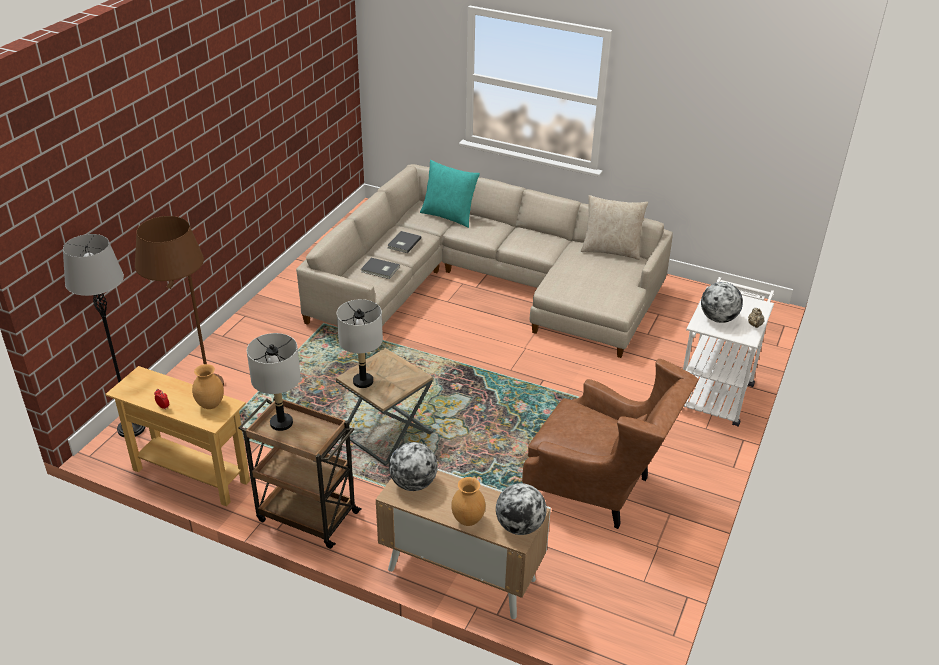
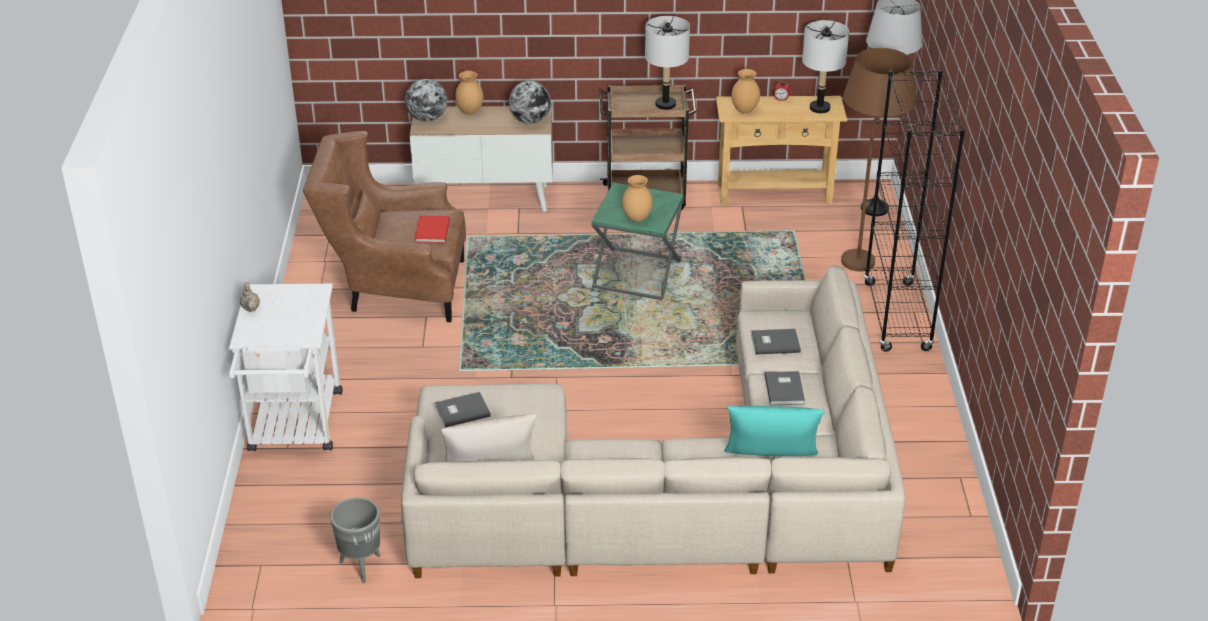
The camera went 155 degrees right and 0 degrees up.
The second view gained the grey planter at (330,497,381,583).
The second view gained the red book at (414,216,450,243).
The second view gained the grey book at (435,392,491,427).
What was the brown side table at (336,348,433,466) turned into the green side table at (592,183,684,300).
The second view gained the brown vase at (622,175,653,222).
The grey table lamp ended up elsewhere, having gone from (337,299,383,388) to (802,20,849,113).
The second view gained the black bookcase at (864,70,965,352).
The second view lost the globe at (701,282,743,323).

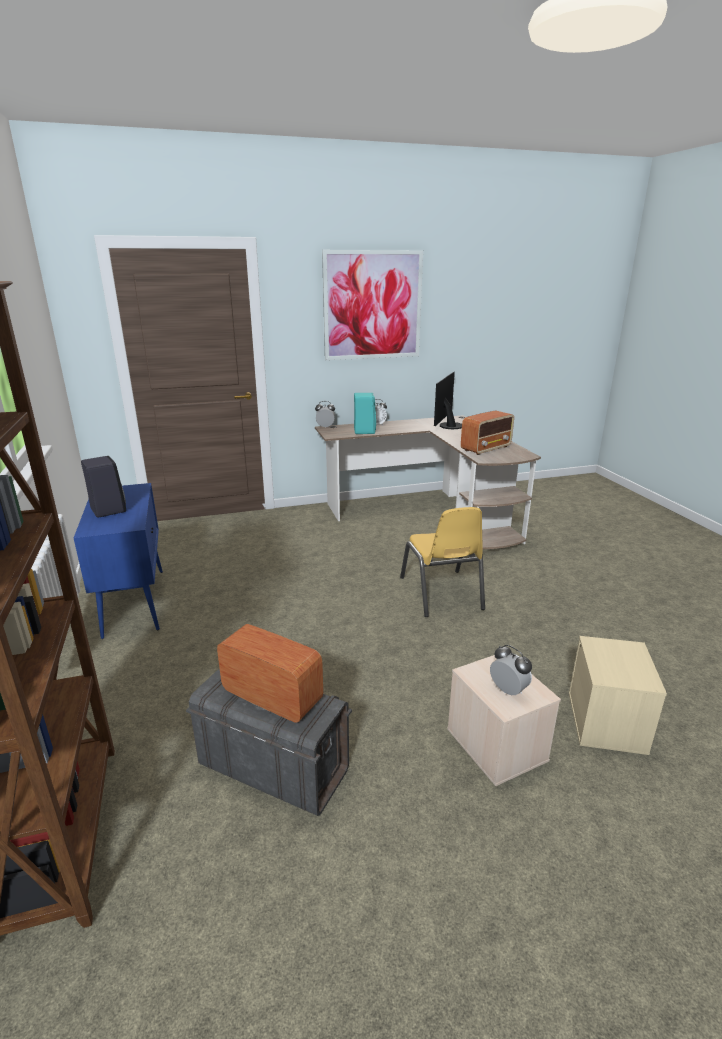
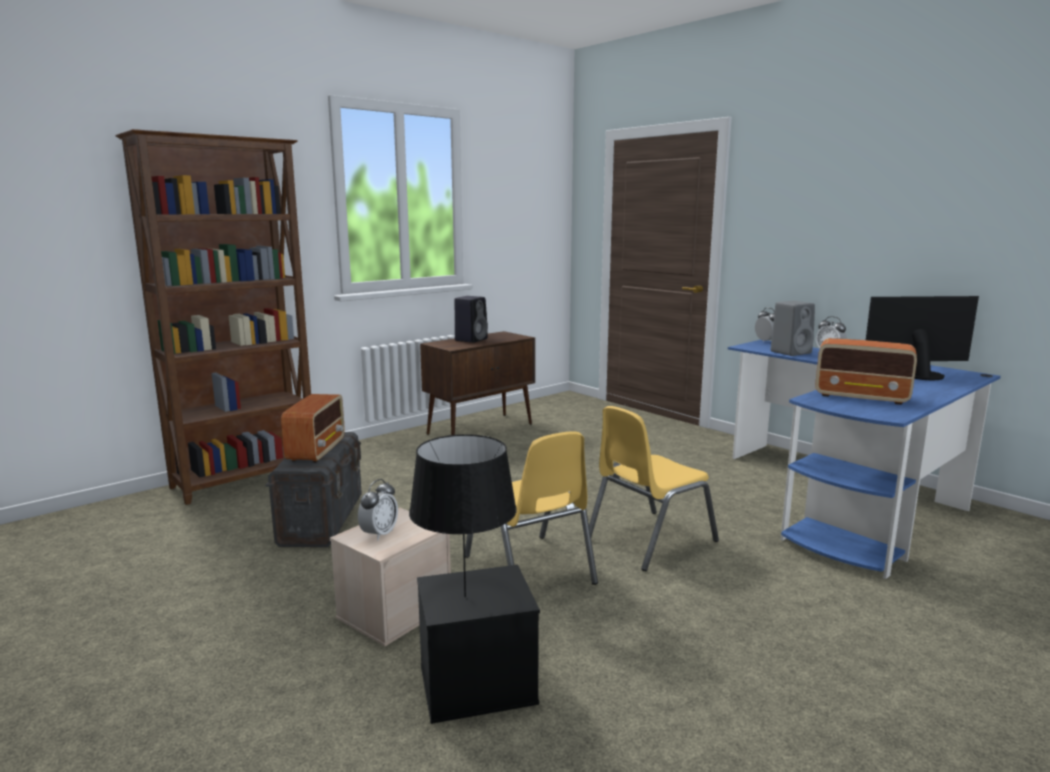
The camera went 65 degrees right and 10 degrees down.
The second view gained the black table lamp at (409,434,517,597).
What was the beige storage box at (569,636,667,755) turned into the black storage box at (417,565,540,724).
What was the blue cabinet at (74,483,163,639) turned into the brown cabinet at (420,331,535,435).
The second view gained the yellow chair at (465,431,598,585).
What was the brown desk at (315,415,541,549) turned into the blue desk at (728,340,1001,579).
What was the turquoise speaker at (354,393,376,434) turned into the grey speaker at (771,301,815,356).
The second view lost the picture at (322,250,423,360).

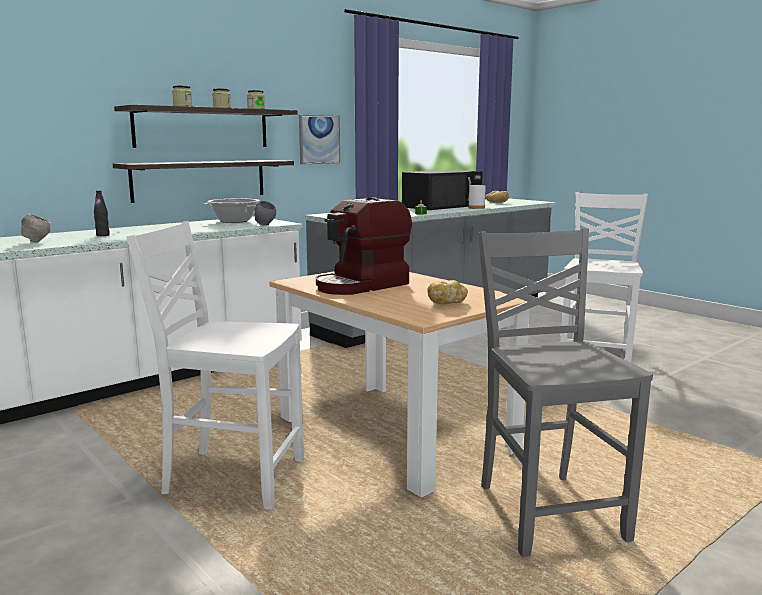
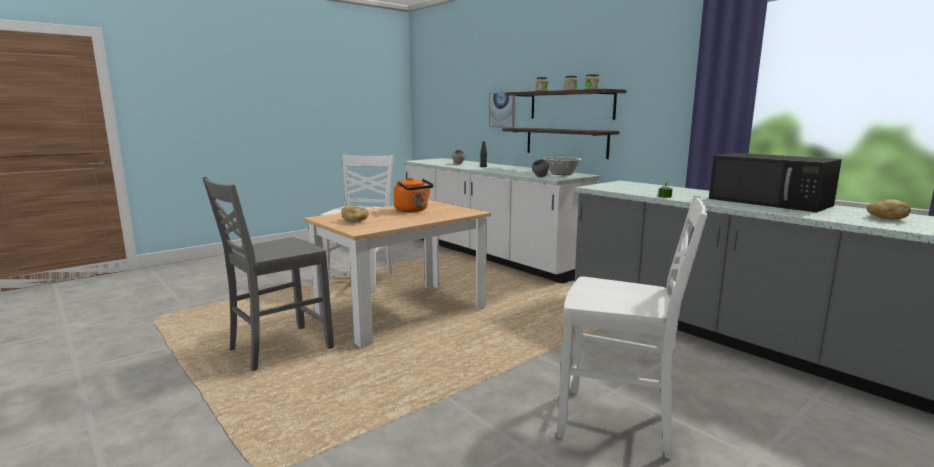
The camera went 90 degrees right and 0 degrees up.
The grey chair at (478,228,653,557) ended up facing another way, 150 degrees clockwise from before.
Where the coffee machine stood at (316,197,412,295), the orange kettle came to stand at (394,178,434,212).
The picture ended up elsewhere, having gone from (299,115,340,164) to (489,92,515,128).
The second view lost the white bottle at (468,176,486,209).

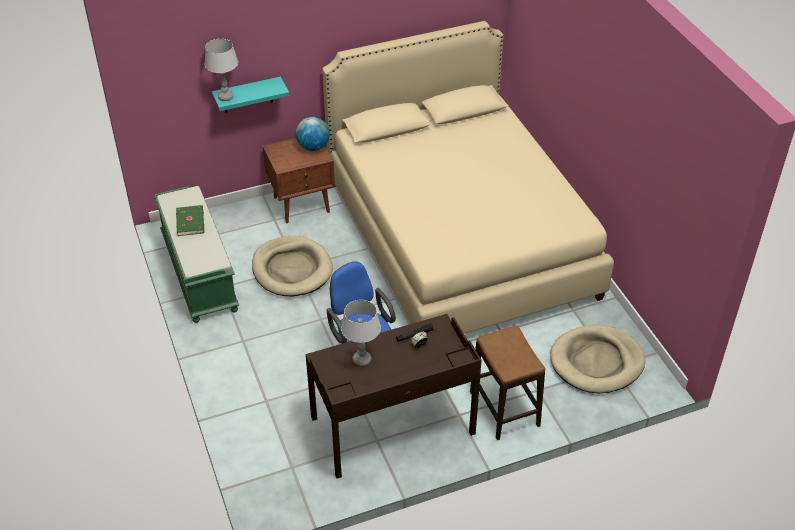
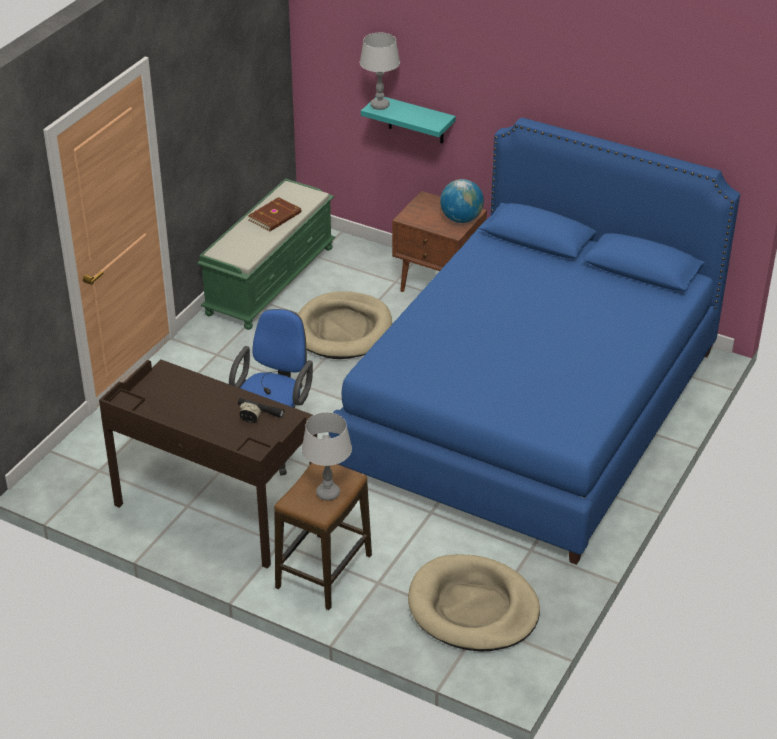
The camera went 50 degrees right and 5 degrees down.
What was the green book at (176,205,204,236) turned into the brown book at (248,197,302,231).
The grey table lamp ended up elsewhere, having gone from (341,300,381,366) to (302,412,352,501).
What was the beige bed at (322,21,614,334) turned into the blue bed at (329,118,740,565).

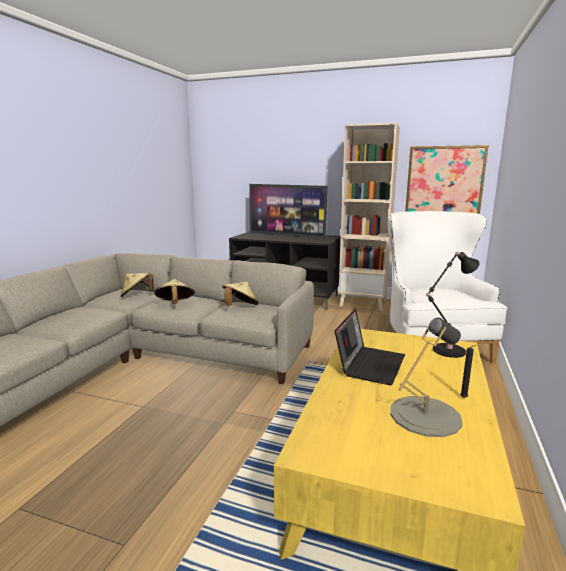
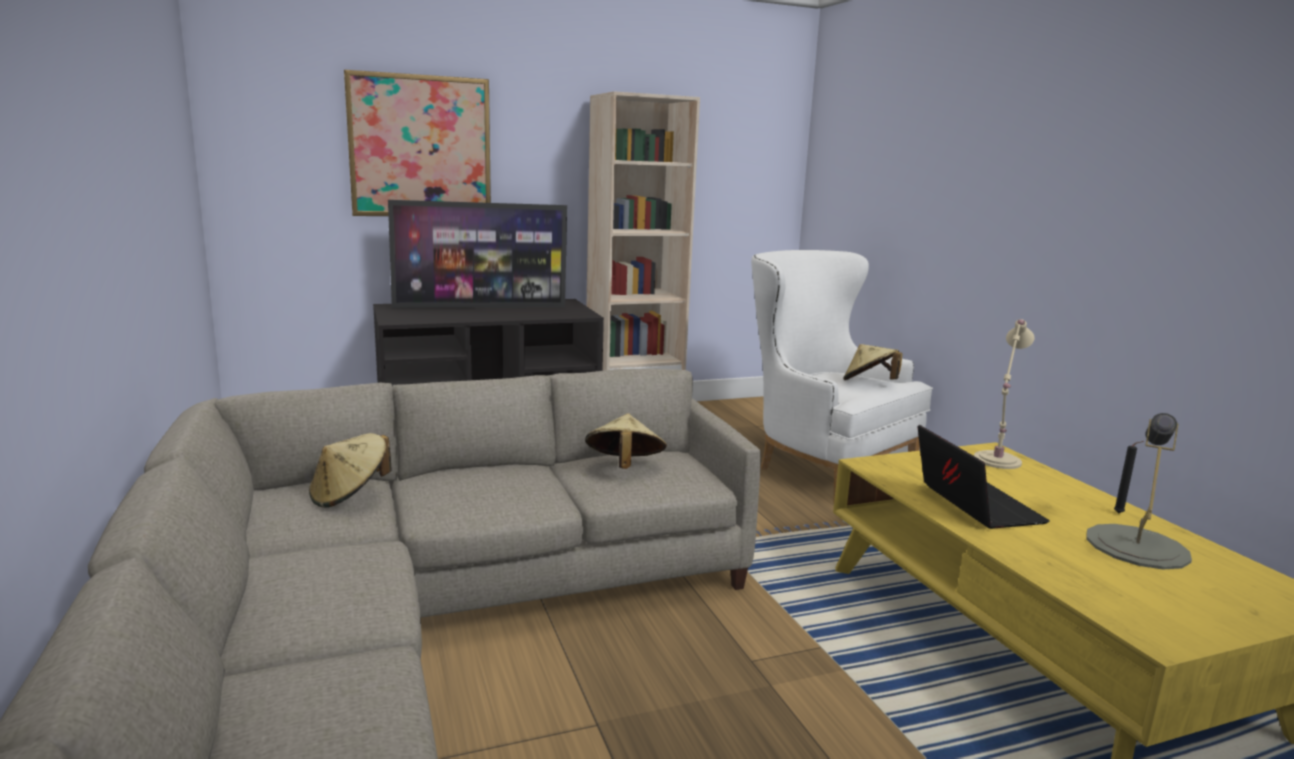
The camera went 40 degrees left and 0 degrees up.
The picture ended up elsewhere, having gone from (405,145,488,214) to (344,69,491,216).
The beige hat ended up elsewhere, having gone from (154,279,195,304) to (843,344,902,380).
What was the black table lamp at (426,252,479,358) turned into the beige table lamp at (974,319,1035,469).

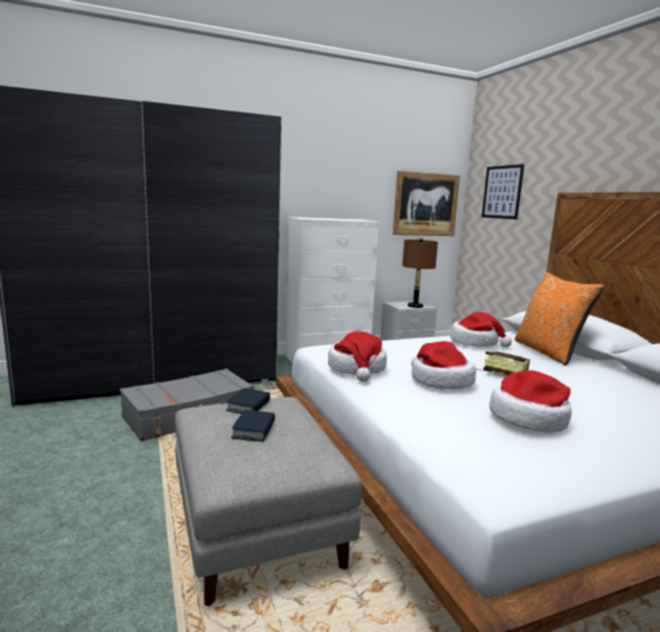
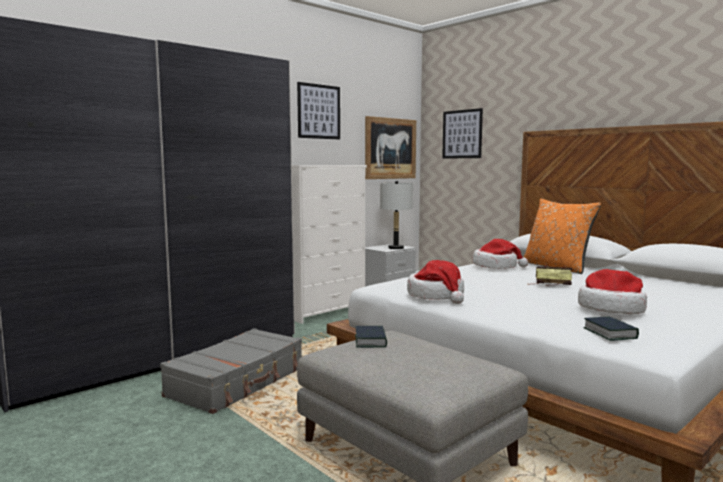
The camera went 20 degrees left and 5 degrees down.
The second view gained the picture at (297,82,340,139).
What was the brown table lamp at (402,238,438,308) turned into the grey table lamp at (380,181,413,249).
The book ended up elsewhere, having gone from (231,410,275,442) to (583,316,639,341).
The second view lost the hat at (411,341,476,389).

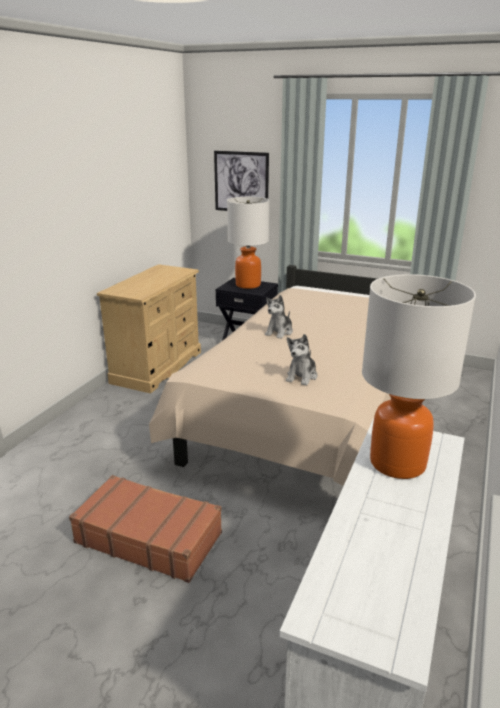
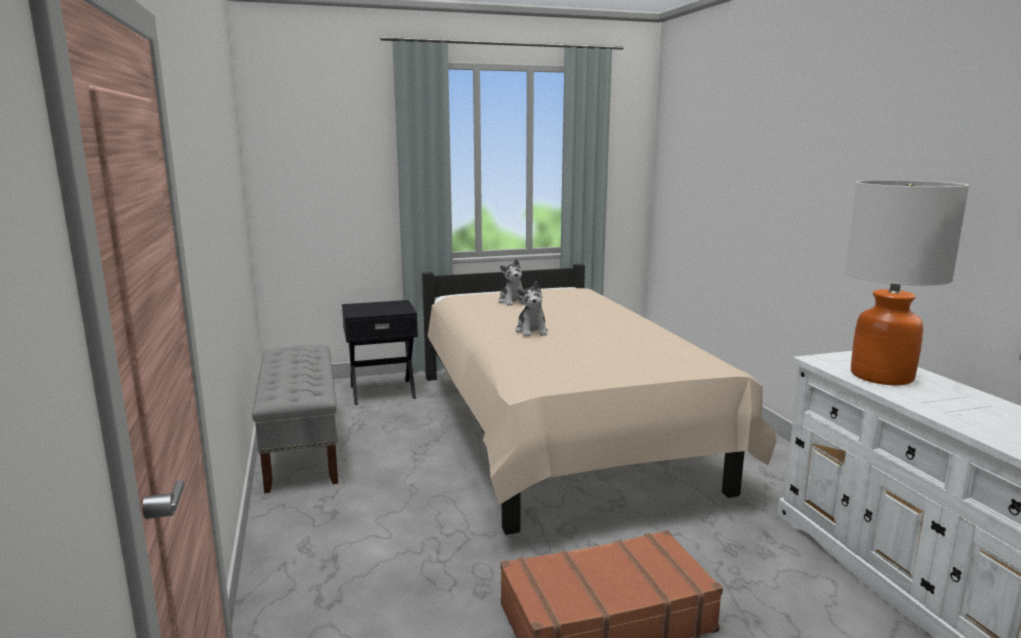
The camera went 40 degrees left and 10 degrees down.
Where the beige dresser stood at (97,264,201,393), the grey bench came to stand at (252,345,338,494).
The plush toy ended up elsewhere, having gone from (286,334,317,386) to (499,259,524,306).
The second view lost the picture at (214,151,269,211).
The second view lost the table lamp at (227,197,269,289).

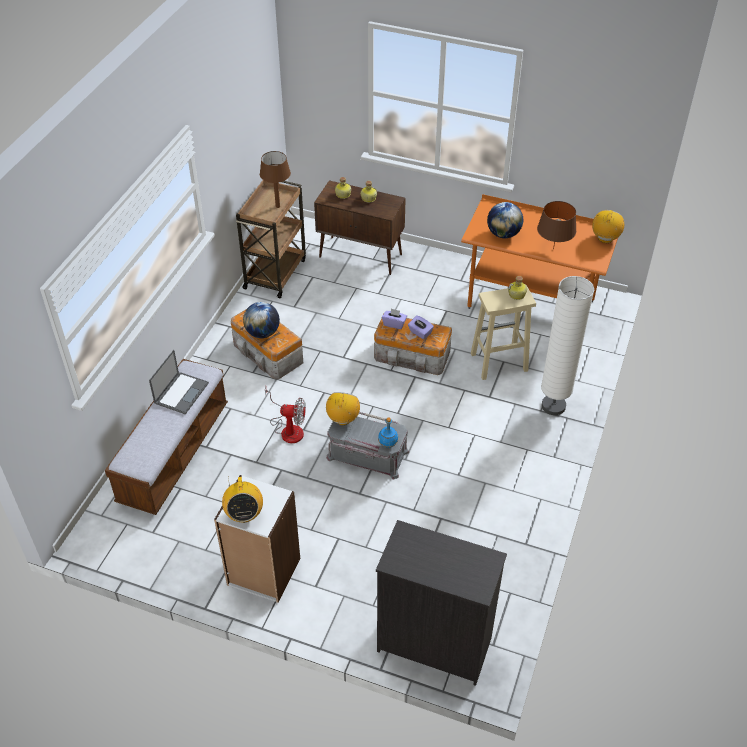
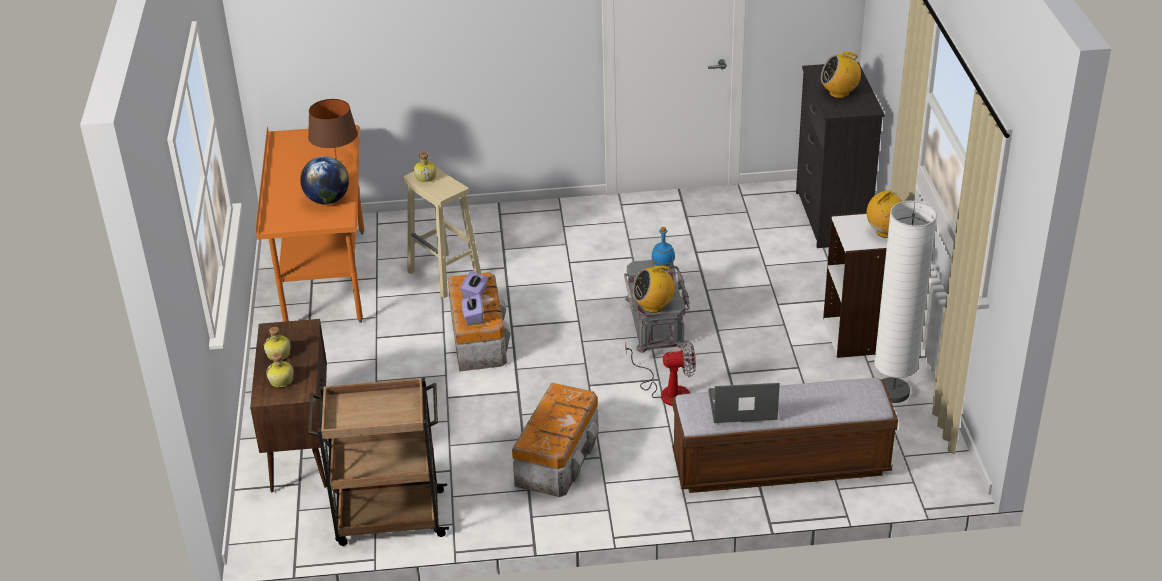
The camera went 115 degrees left and 10 degrees down.
The fan at (265,386,306,443) ended up facing another way, 105 degrees clockwise from before.
The radio ended up elsewhere, having gone from (592,210,624,243) to (821,52,861,98).
The white floor lamp ended up elsewhere, having gone from (541,276,594,415) to (874,201,937,403).
The second view lost the globe at (243,302,280,338).
The second view lost the brown table lamp at (260,151,291,208).

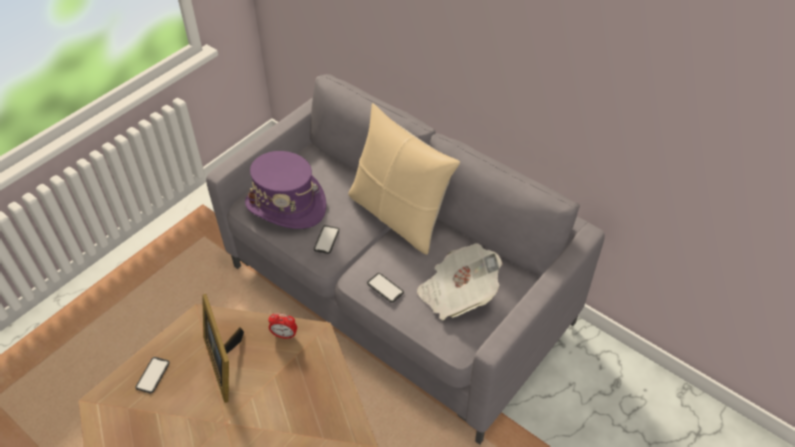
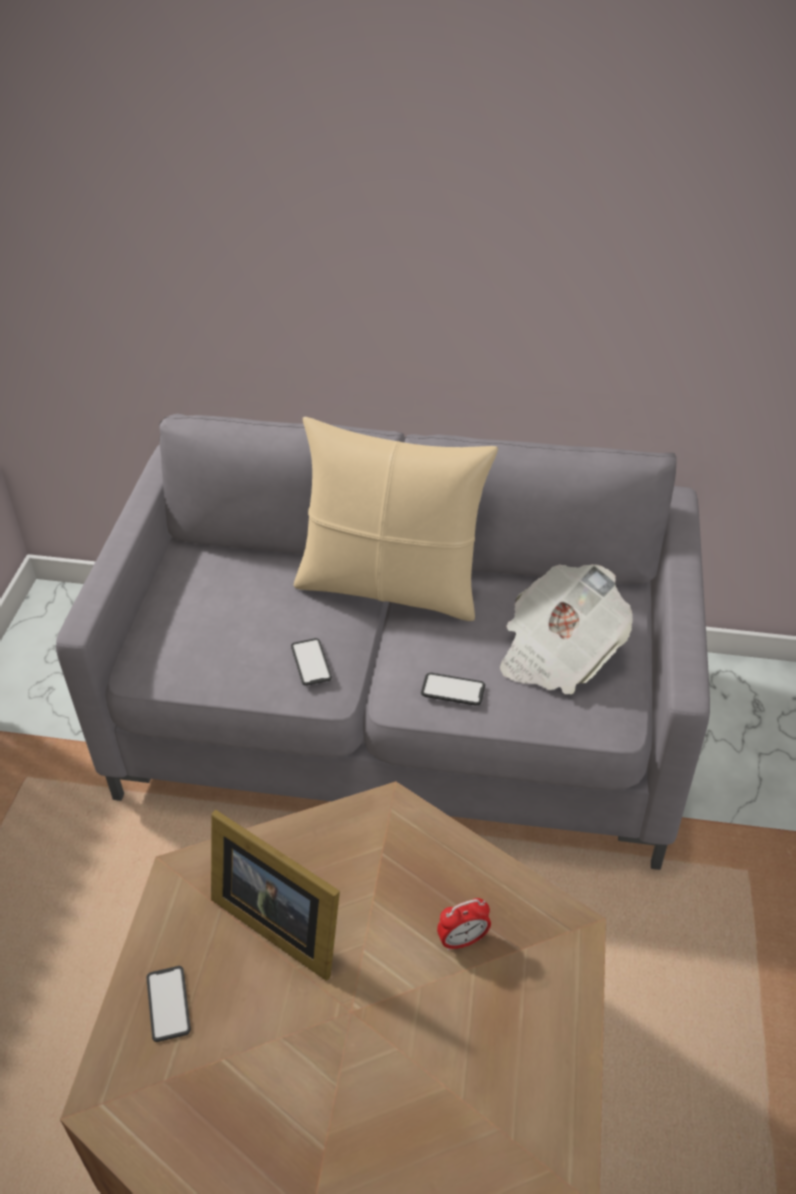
The camera went 30 degrees left and 5 degrees down.
The alarm clock ended up elsewhere, having gone from (268,313,297,339) to (437,898,491,951).
The second view lost the purple hat at (245,151,326,229).

